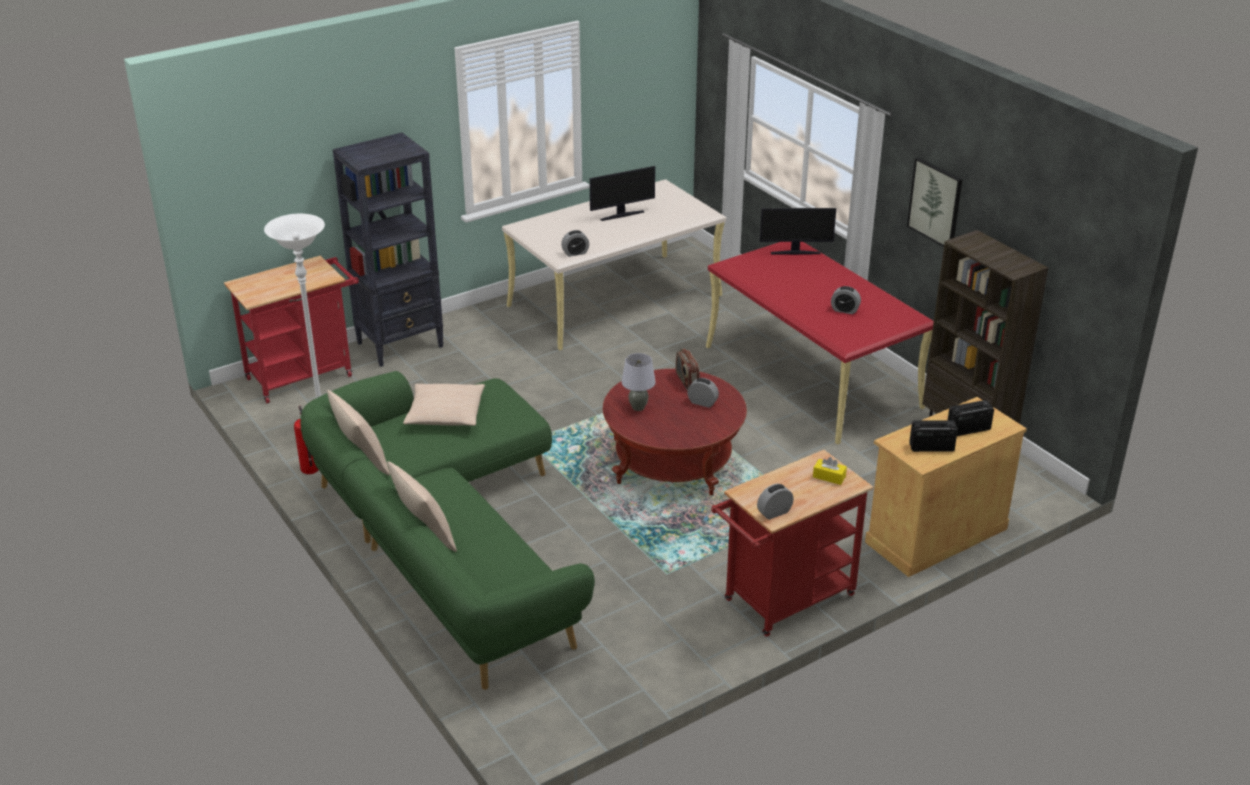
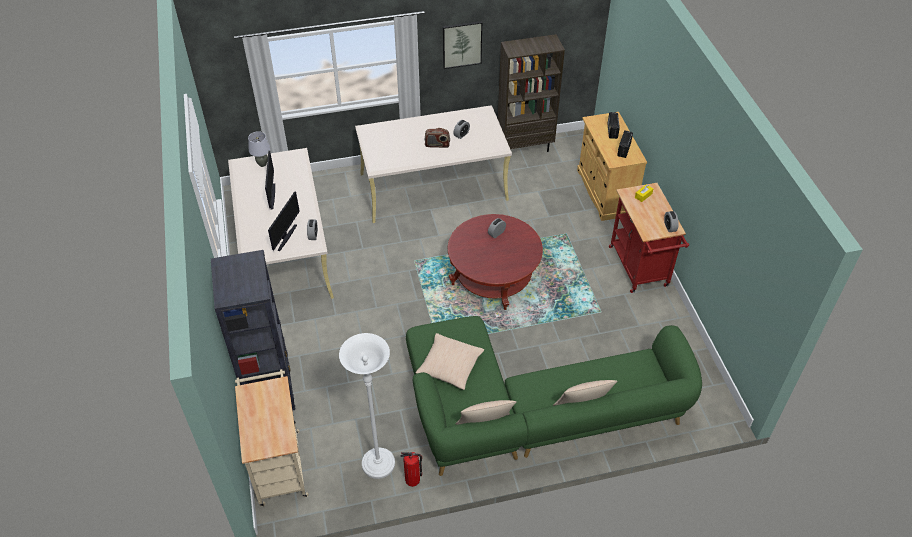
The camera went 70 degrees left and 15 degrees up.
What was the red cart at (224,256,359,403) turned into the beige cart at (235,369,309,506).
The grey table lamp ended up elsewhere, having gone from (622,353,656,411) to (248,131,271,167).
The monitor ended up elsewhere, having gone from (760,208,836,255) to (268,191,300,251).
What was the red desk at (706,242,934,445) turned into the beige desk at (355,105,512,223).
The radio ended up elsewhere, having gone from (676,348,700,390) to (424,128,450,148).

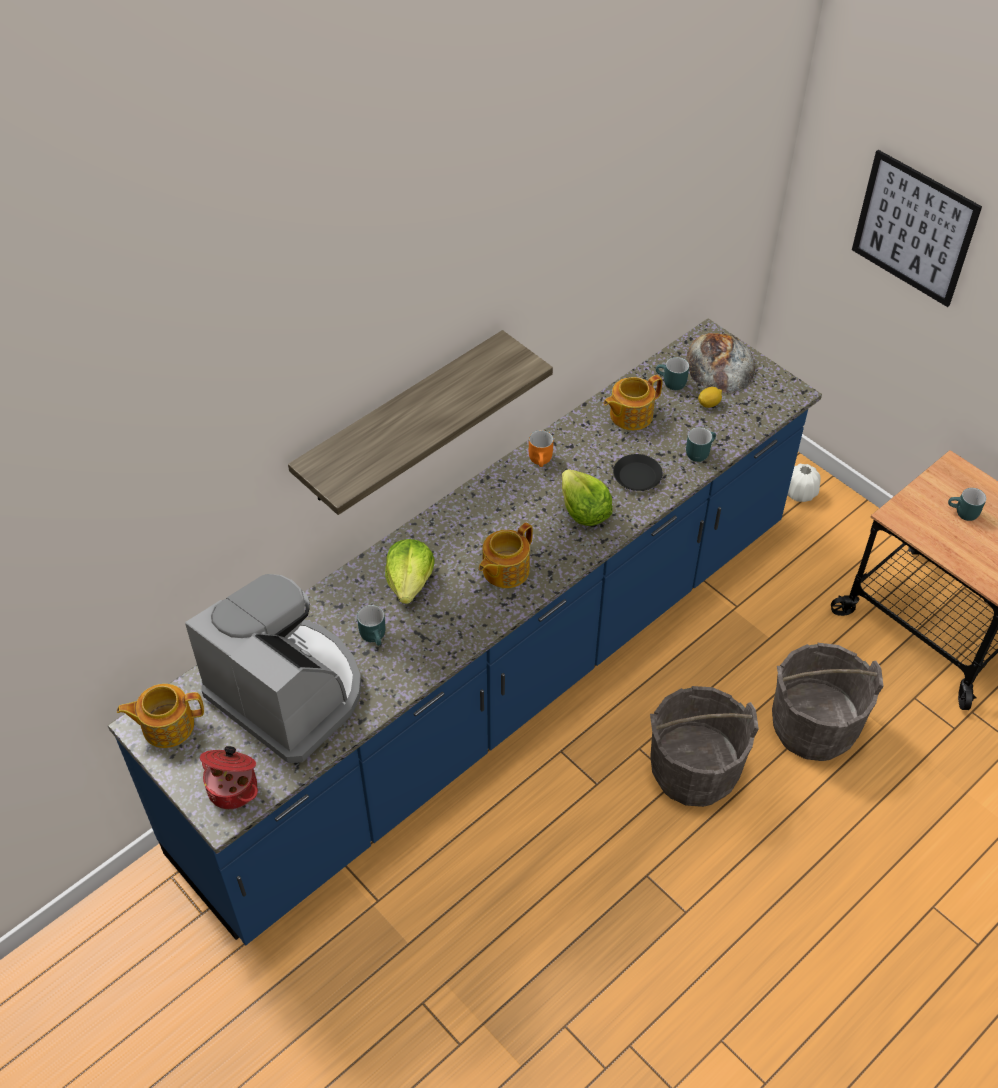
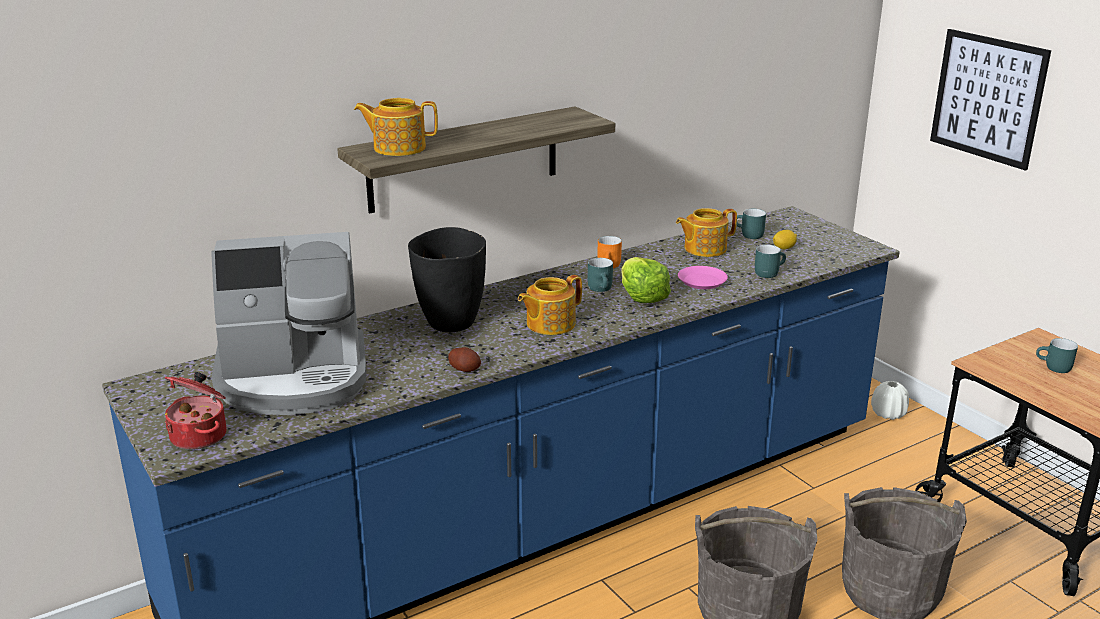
The camera went 10 degrees right and 25 degrees down.
The coffee machine at (185,574,361,763) ended up facing another way, 120 degrees clockwise from before.
The teapot ended up elsewhere, having gone from (117,684,204,748) to (354,98,438,156).
Where the lettuce stood at (385,539,434,604), the black vase came to stand at (408,227,486,332).
The second view gained the potato at (448,347,481,372).
The turquoise mug ended up elsewhere, having gone from (357,605,385,646) to (588,258,613,292).
What was the black plate at (613,454,663,491) turned into the pink plate at (678,266,728,289).
The second view lost the bread at (686,333,755,393).

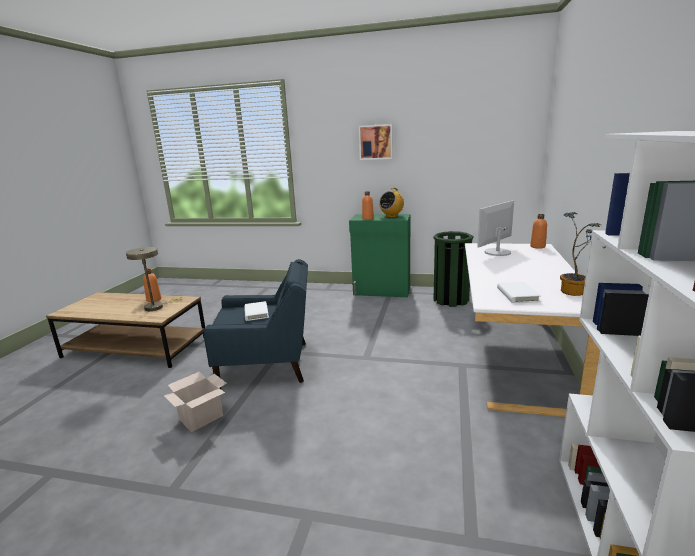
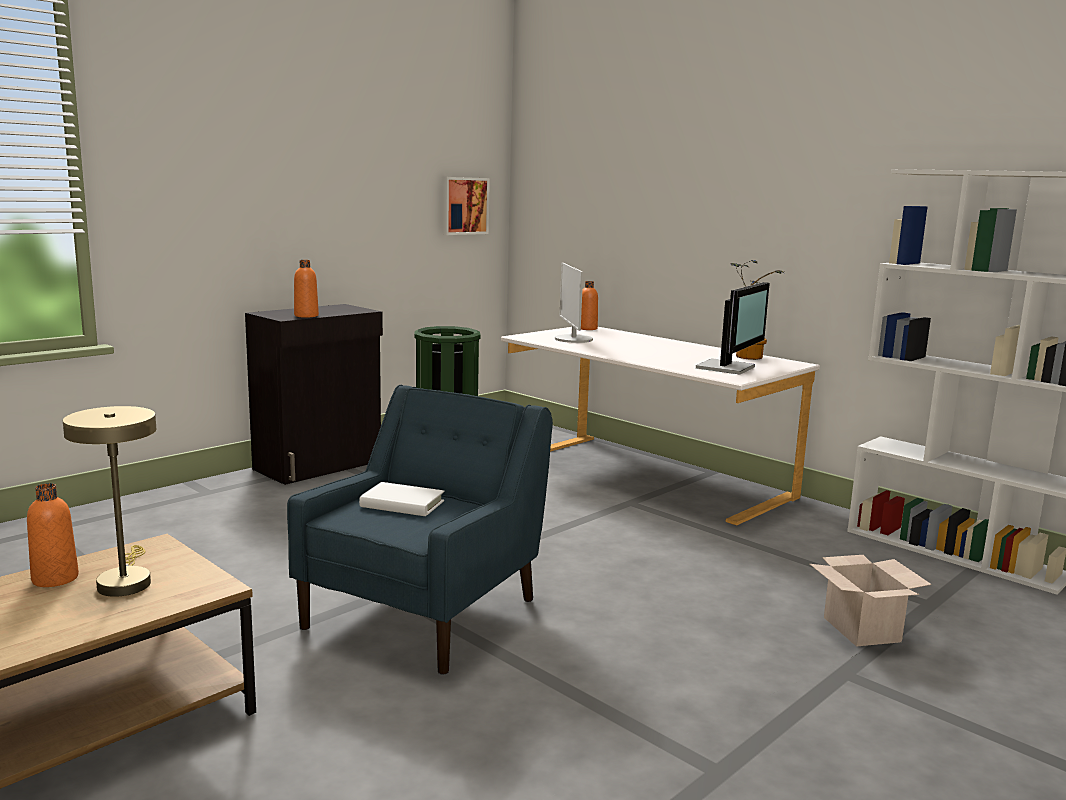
The camera went 60 degrees left and 5 degrees down.
What was the green cabinet at (349,214,410,297) turned into the black cabinet at (245,304,383,485).
The picture ended up elsewhere, having gone from (359,124,393,160) to (442,177,490,235).
Where the white book stood at (497,282,541,303), the monitor came to stand at (696,282,770,375).
The cardboard box ended up elsewhere, having gone from (164,371,227,432) to (810,555,931,647).
The second view lost the radio at (379,188,404,218).

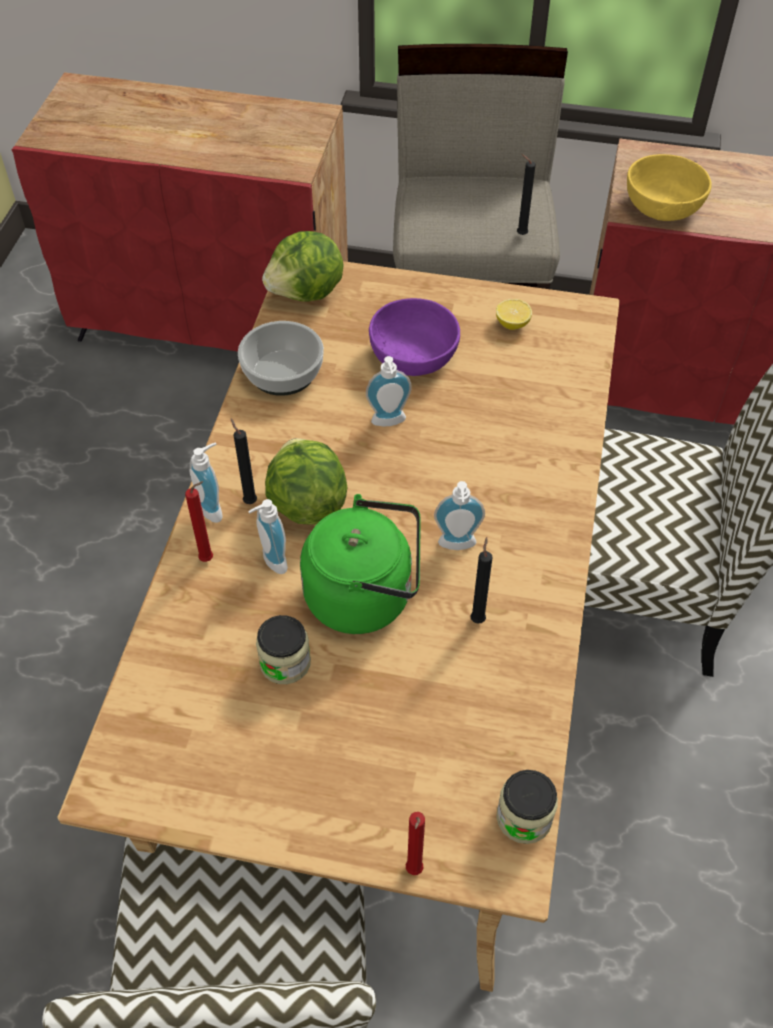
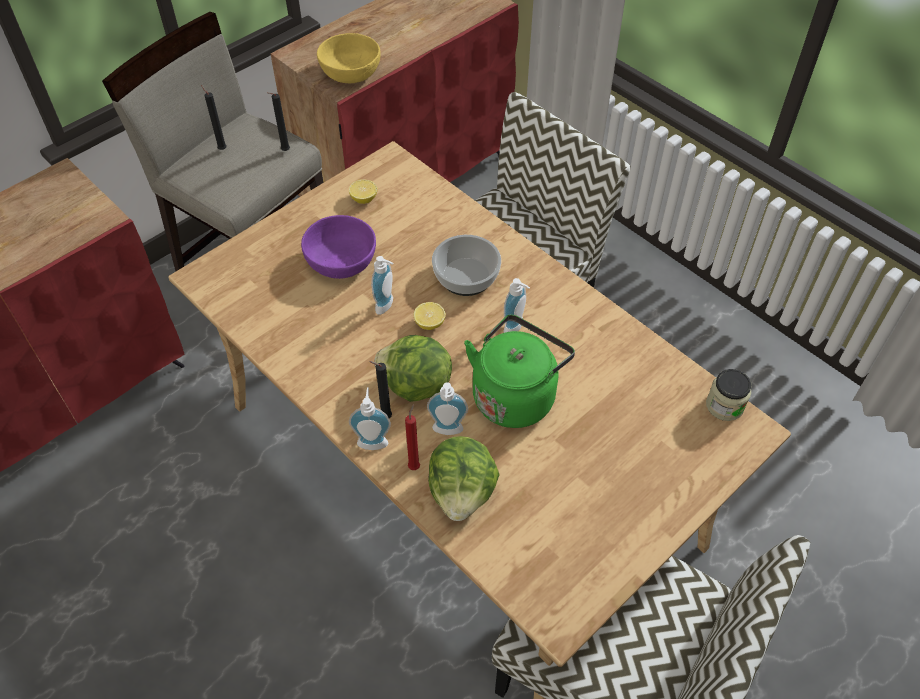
The camera went 55 degrees left and 0 degrees up.
The black candle ended up elsewhere, having gone from (471,537,493,624) to (201,85,227,150).
The second view gained the lemon at (414,302,446,330).
The lettuce ended up elsewhere, having gone from (262,231,344,302) to (428,436,500,521).
The bowl ended up elsewhere, having gone from (238,321,324,396) to (432,235,501,296).
The second view lost the jar at (256,615,311,684).
The second view lost the red candle at (406,812,425,875).

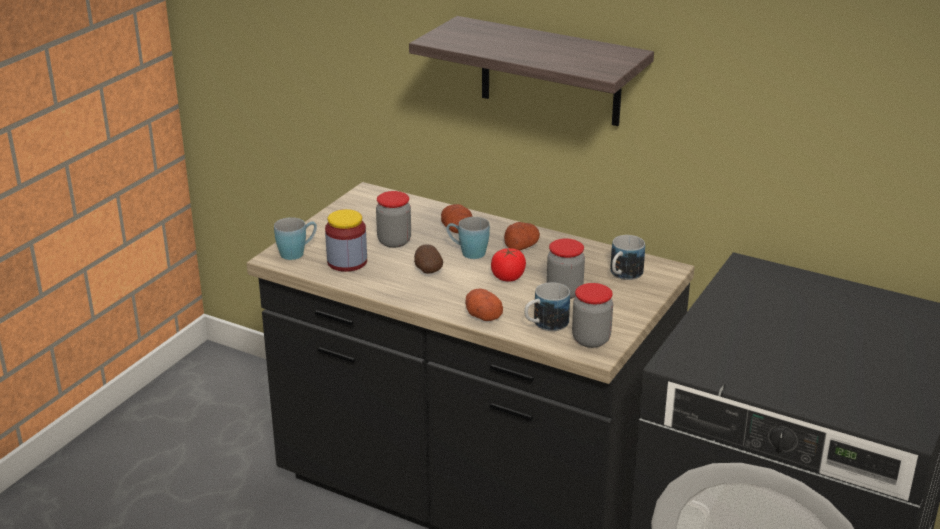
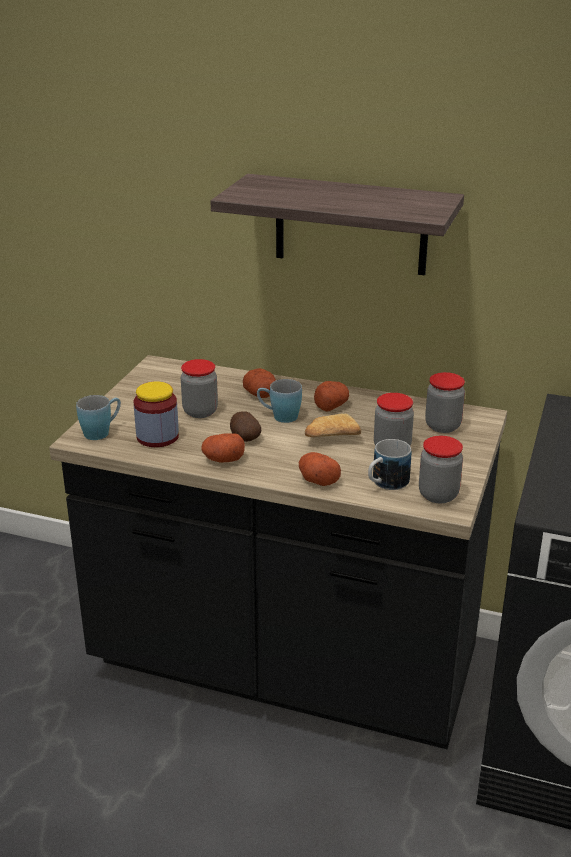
The camera went 10 degrees left and 0 degrees up.
The second view gained the potato at (201,433,245,463).
Where the tomato stood at (491,248,526,282), the bread came to stand at (305,413,361,437).
Where the mug stood at (610,235,645,280), the jar came to stand at (425,372,465,433).

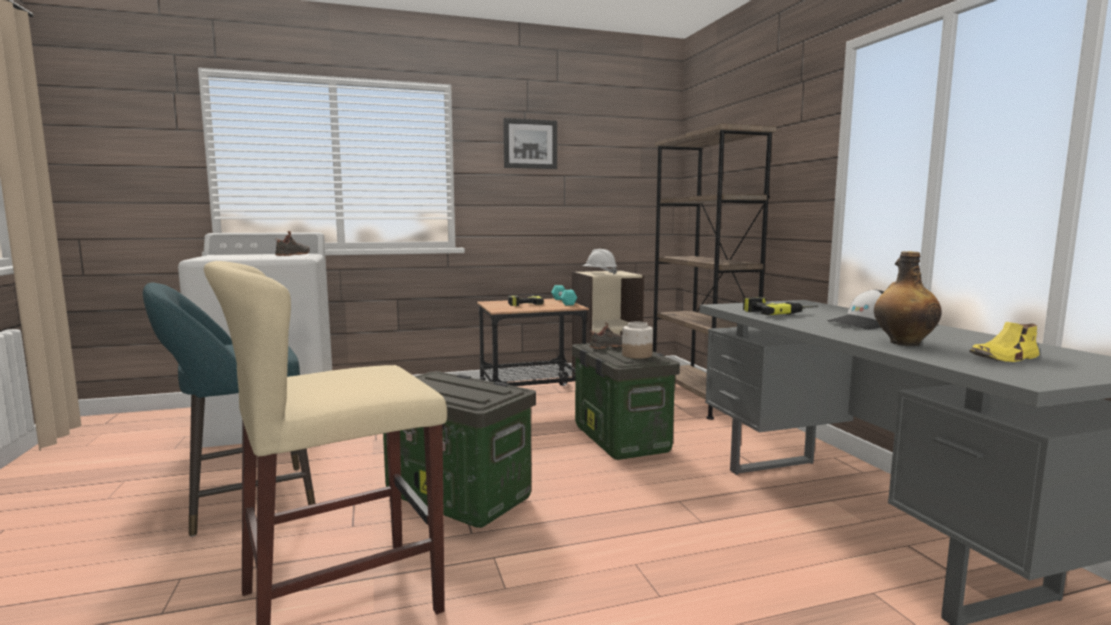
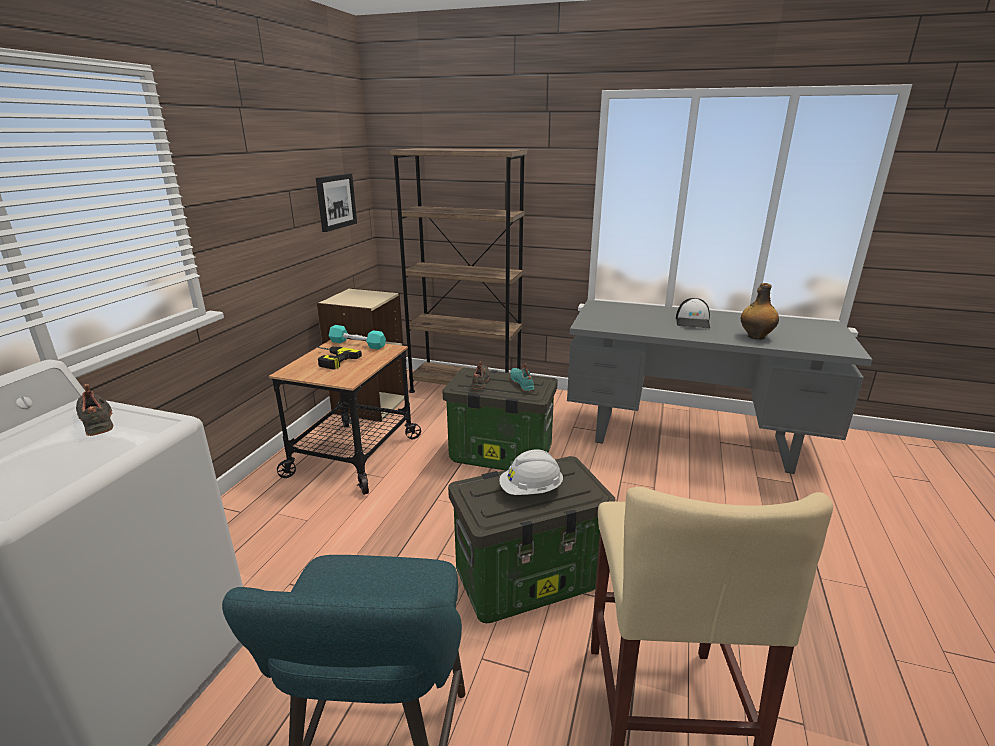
The camera went 55 degrees left and 15 degrees up.
The picture ended up elsewhere, having gone from (503,118,557,169) to (316,173,357,232).
The white hard hat ended up elsewhere, having gone from (583,249,617,274) to (499,449,563,495).
Where the jar stood at (622,322,653,359), the turquoise shoe came to stand at (511,363,535,392).
The second view lost the power drill at (743,297,819,315).
The second view lost the yellow shoe at (969,322,1039,362).

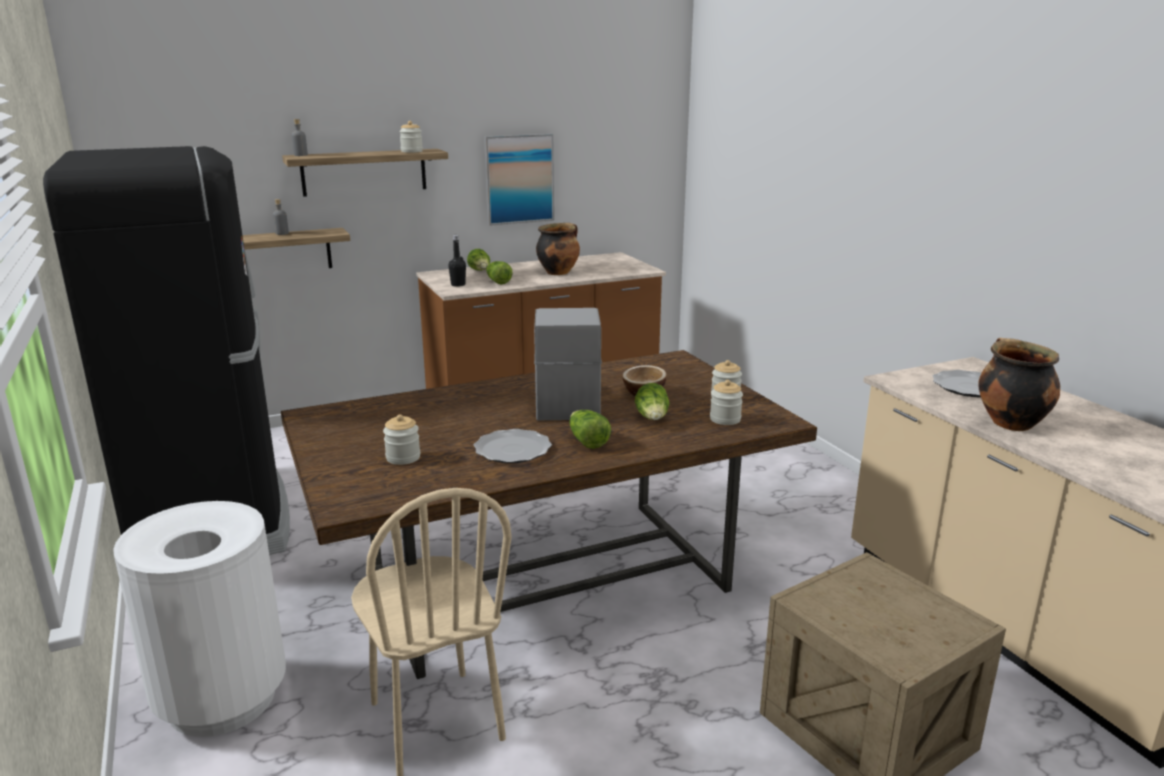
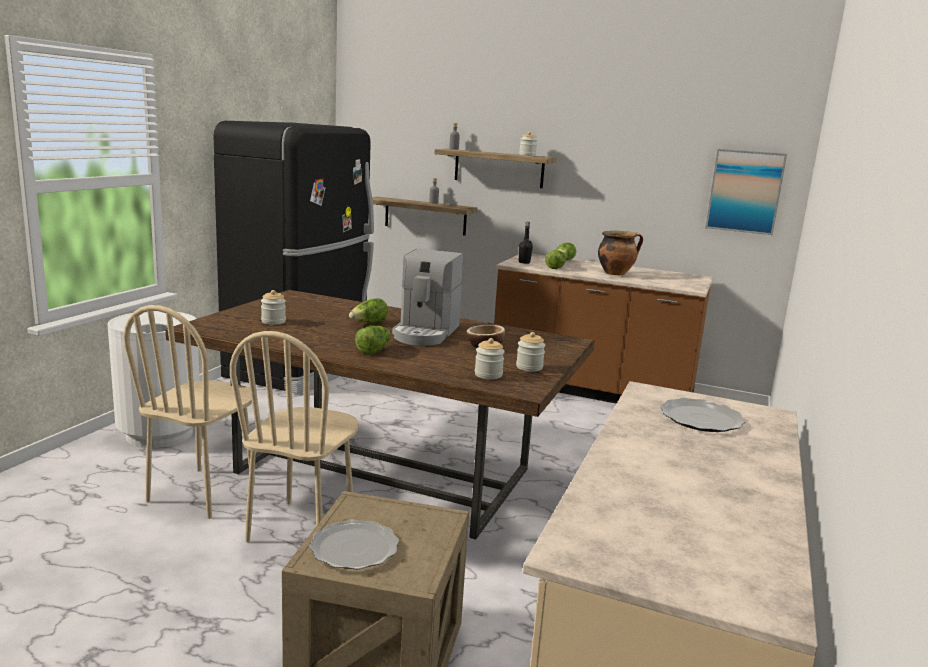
The camera went 45 degrees right and 5 degrees down.
The second view gained the beige chair at (230,331,359,542).
The plate ended up elsewhere, having gone from (474,429,552,463) to (309,519,399,569).
The lettuce ended up elsewhere, having gone from (635,383,670,420) to (349,298,388,323).
The coffee machine at (534,308,602,420) ended up facing another way, 150 degrees clockwise from before.
The picture ended up elsewhere, having gone from (484,134,554,226) to (705,149,787,235).
The second view lost the cooking pot at (978,338,1060,431).

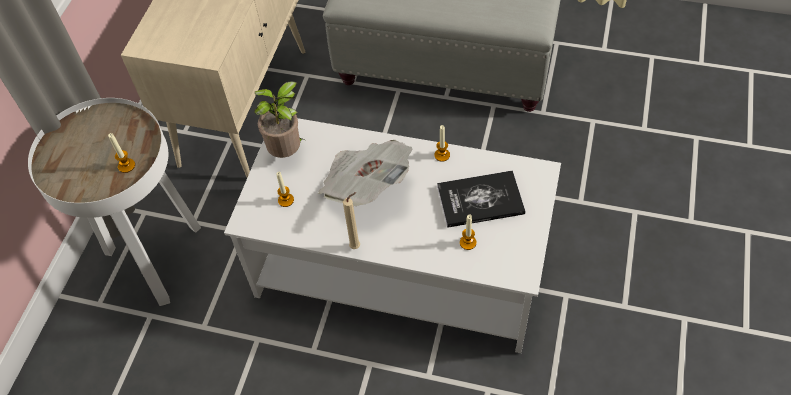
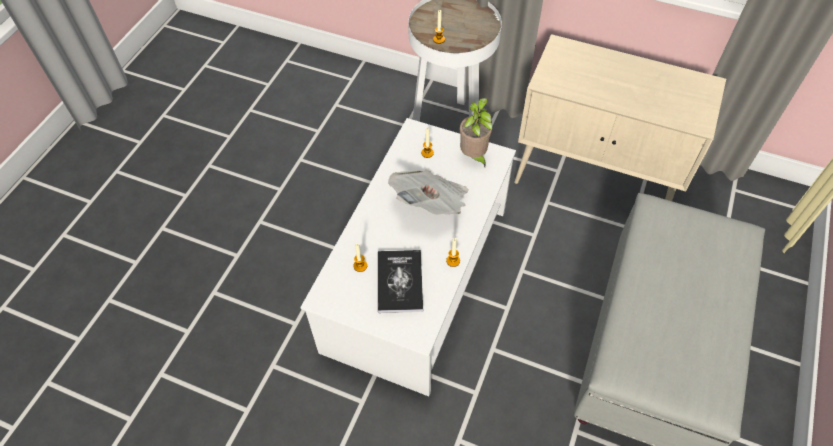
The camera went 95 degrees right and 0 degrees up.
The second view lost the beige candle at (343,192,360,249).

